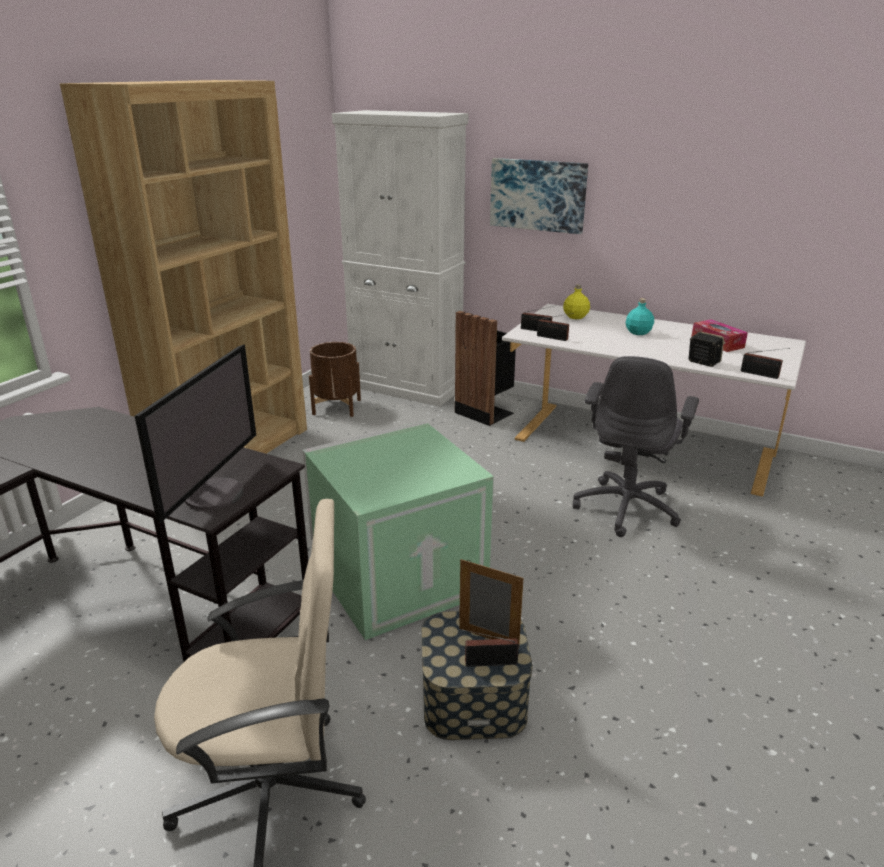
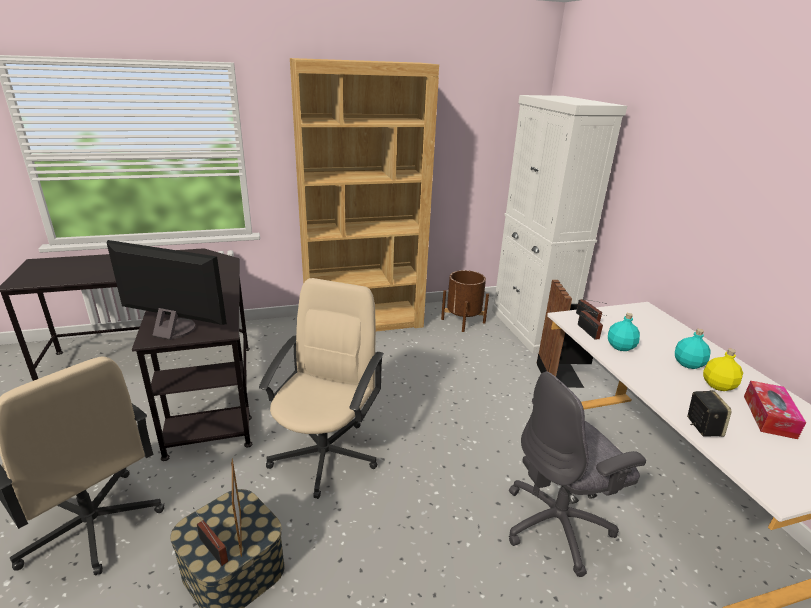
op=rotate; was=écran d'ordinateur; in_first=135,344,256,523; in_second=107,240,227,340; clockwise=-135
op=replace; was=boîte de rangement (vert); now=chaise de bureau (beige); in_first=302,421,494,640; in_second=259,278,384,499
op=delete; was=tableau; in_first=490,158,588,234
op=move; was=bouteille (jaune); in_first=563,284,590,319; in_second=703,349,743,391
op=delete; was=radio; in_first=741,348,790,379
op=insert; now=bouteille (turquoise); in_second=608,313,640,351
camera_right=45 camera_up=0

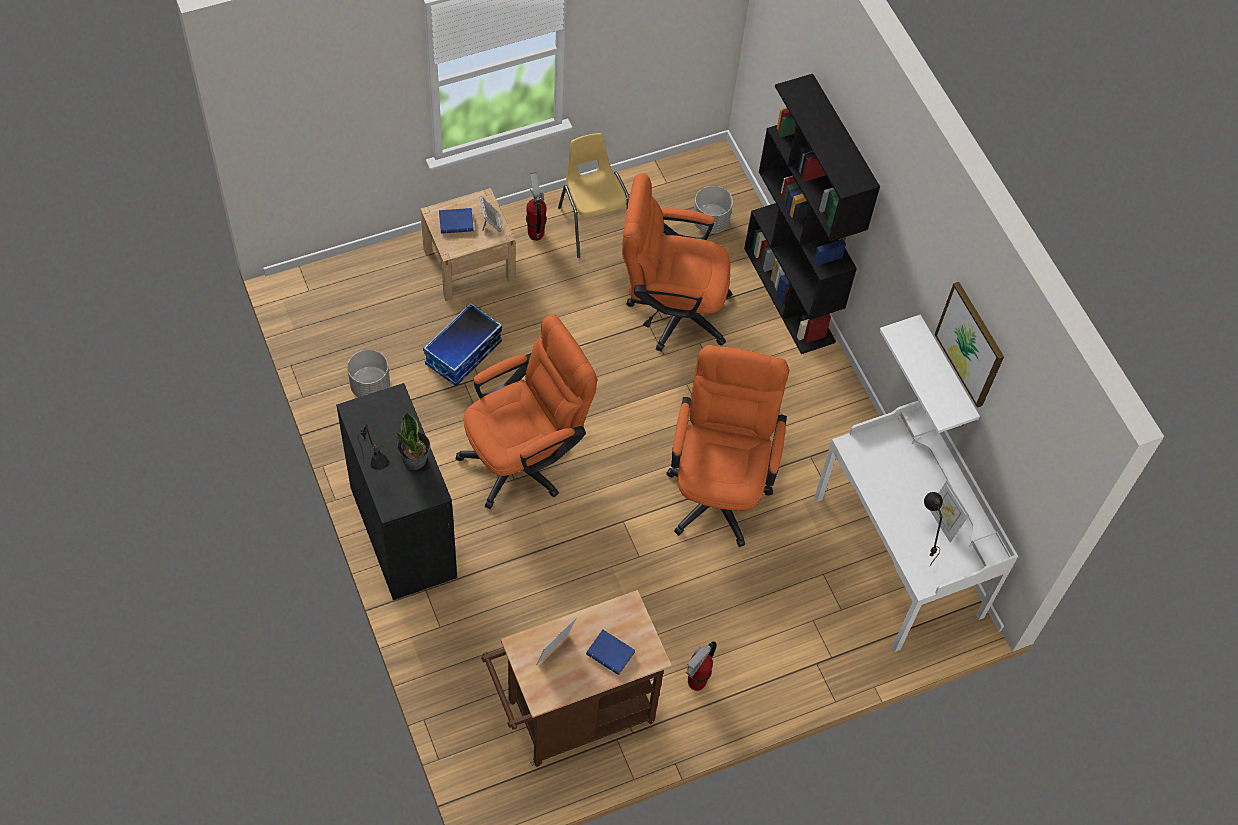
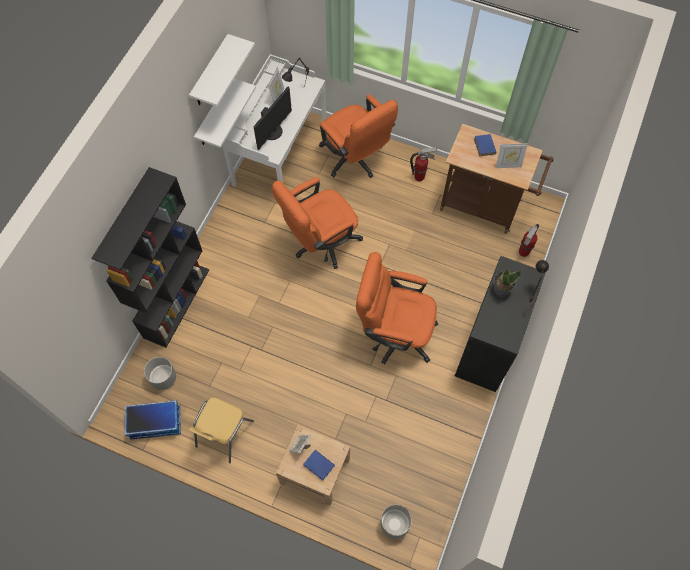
op=move; was=cache-pot (gris); in_first=347,350,390,397; in_second=380,504,412,539
op=move; was=boîte de rangement; in_first=423,302,502,386; in_second=125,400,181,440
op=move; was=extincteur; in_first=526,172,547,241; in_second=519,224,539,257
op=move; was=chaise de bureau (orange); in_first=622,174,733,352; in_second=319,94,398,178
op=replace; was=tableau; now=étagère (blanc); in_first=934,282,1004,408; in_second=189,34,255,106
op=insert; now=écran d'ordinateur; in_second=253,86,292,150
camera_right=-130 camera_up=5

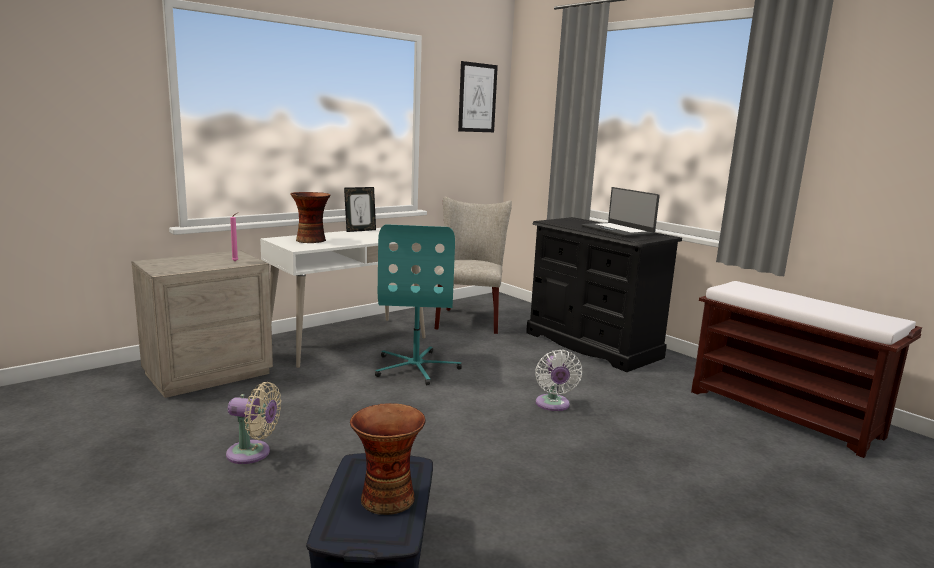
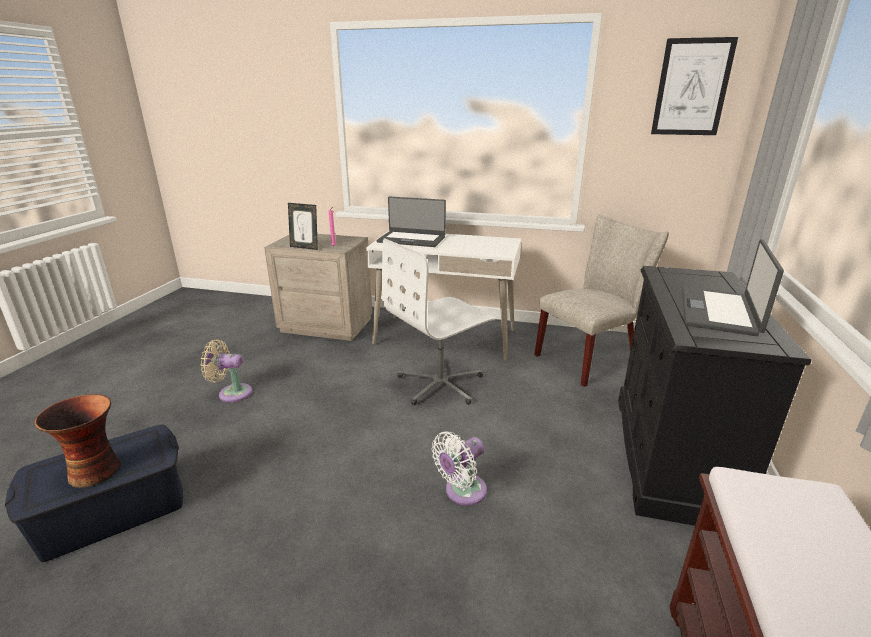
op=rotate; was=ventilateur (beige); in_first=226,382,281,464; in_second=200,339,252,402; clockwise=120
op=replace; was=vase; now=ordinateur portable; in_first=290,192,331,243; in_second=377,197,446,247
op=move; was=cadre photo; in_first=344,187,376,232; in_second=288,203,318,250
op=recolor; was=chaise de bureau (turquoise); now=chaise de bureau (blanc); in_first=375,224,462,385; in_second=382,238,495,405
camera_right=55 camera_up=10

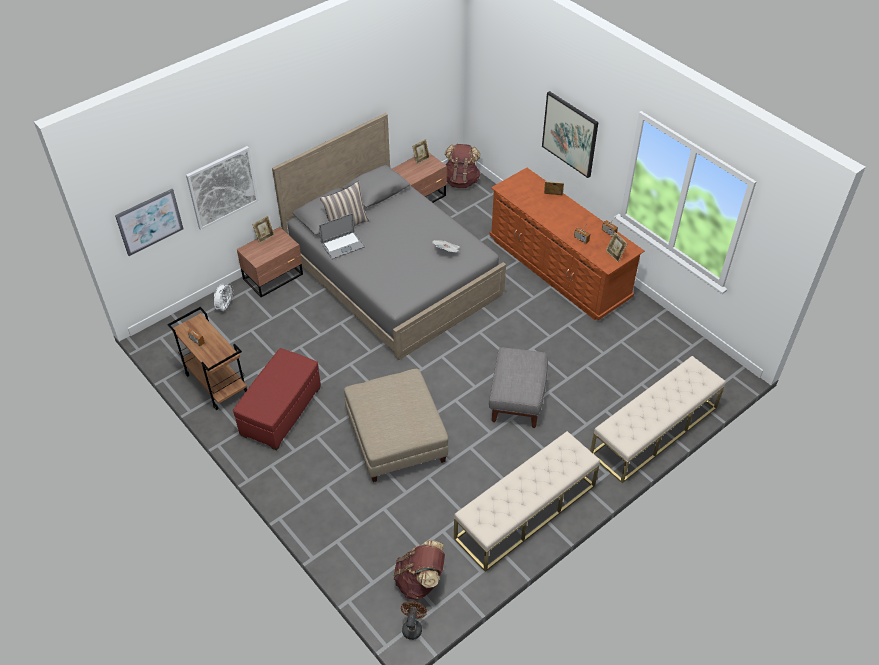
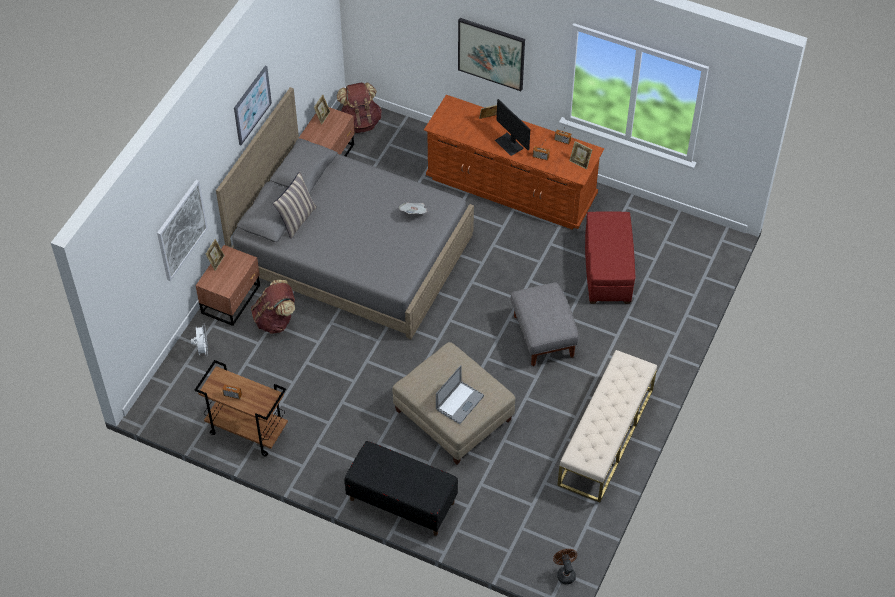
op=move; was=tableau; in_first=115,189,183,256; in_second=234,66,272,145
op=move; was=pouf (rouge); in_first=233,348,321,451; in_second=585,211,636,304
op=move; was=ordinateur portable; in_first=319,213,365,260; in_second=436,365,484,424
op=move; was=sac à dos (marron); in_first=393,540,445,600; in_second=251,280,295,334
op=delete; was=banc (beige); in_first=590,356,726,483
op=insert; now=banc (noir); in_second=344,441,458,536
op=insert; now=écran d'ordinateur; in_second=495,99,530,156
camera_right=-25 camera_up=5

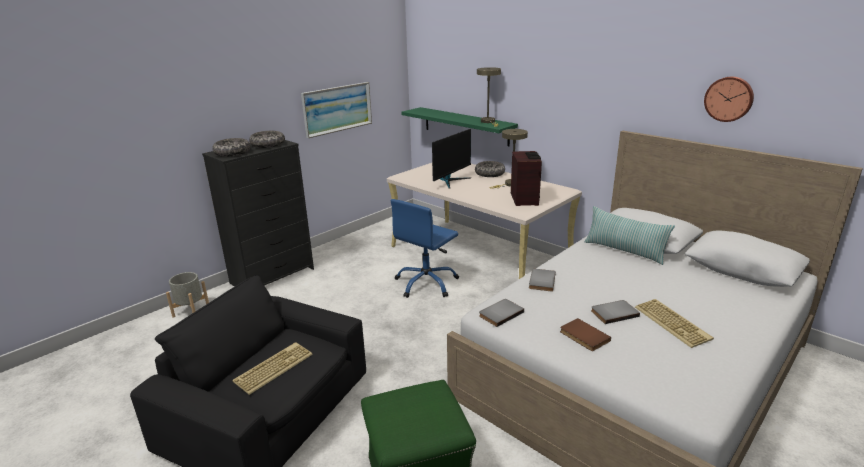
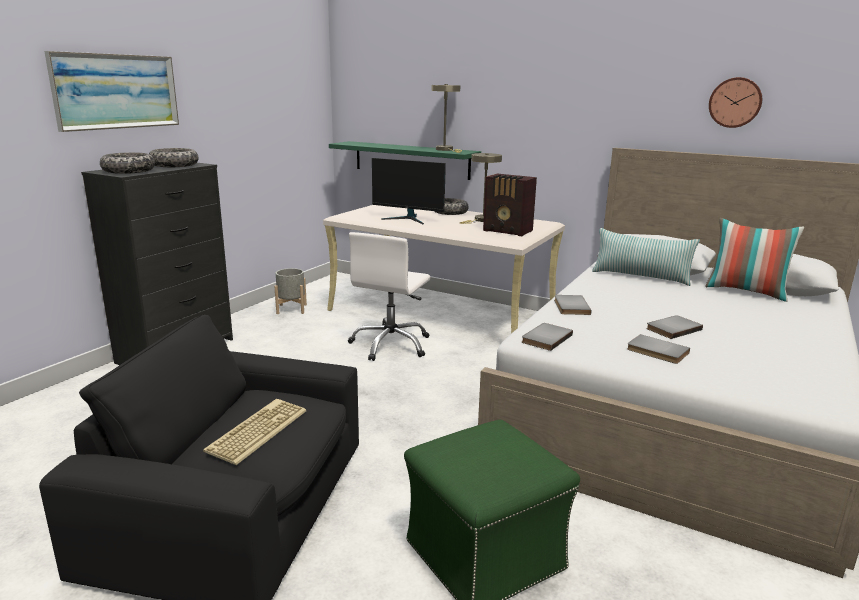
op=move; was=cache-pot (gris); in_first=166,272,209,317; in_second=274,268,307,314
op=move; was=tableau; in_first=301,82,372,138; in_second=44,51,179,132
op=recolor; was=chaise de bureau (bleu); now=chaise de bureau (blanc); in_first=391,199,459,298; in_second=348,232,430,361
op=rotate; was=écran d'ordinateur; in_first=432,129,471,189; in_second=372,158,446,224; clockwise=90
op=rotate; was=radio; in_first=511,151,542,206; in_second=483,174,537,236; clockwise=135
op=recolor; was=livre (marron); now=livre (gris); in_first=560,318,611,351; in_second=627,334,690,364
op=delete; was=clavier; in_first=635,299,714,348
op=insert; now=coussin; in_second=705,218,804,302
camera_right=-15 camera_up=-5

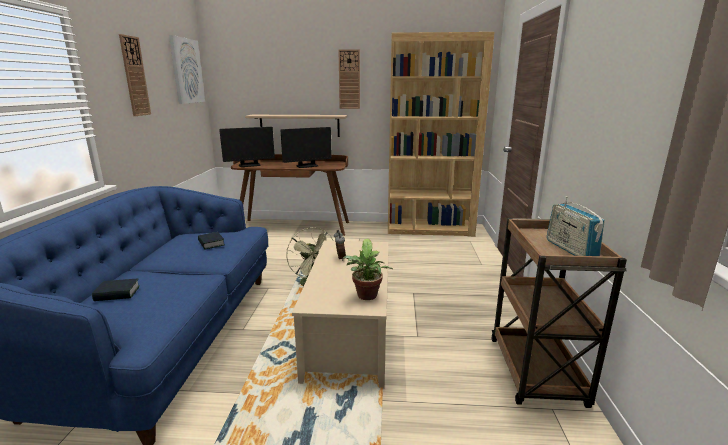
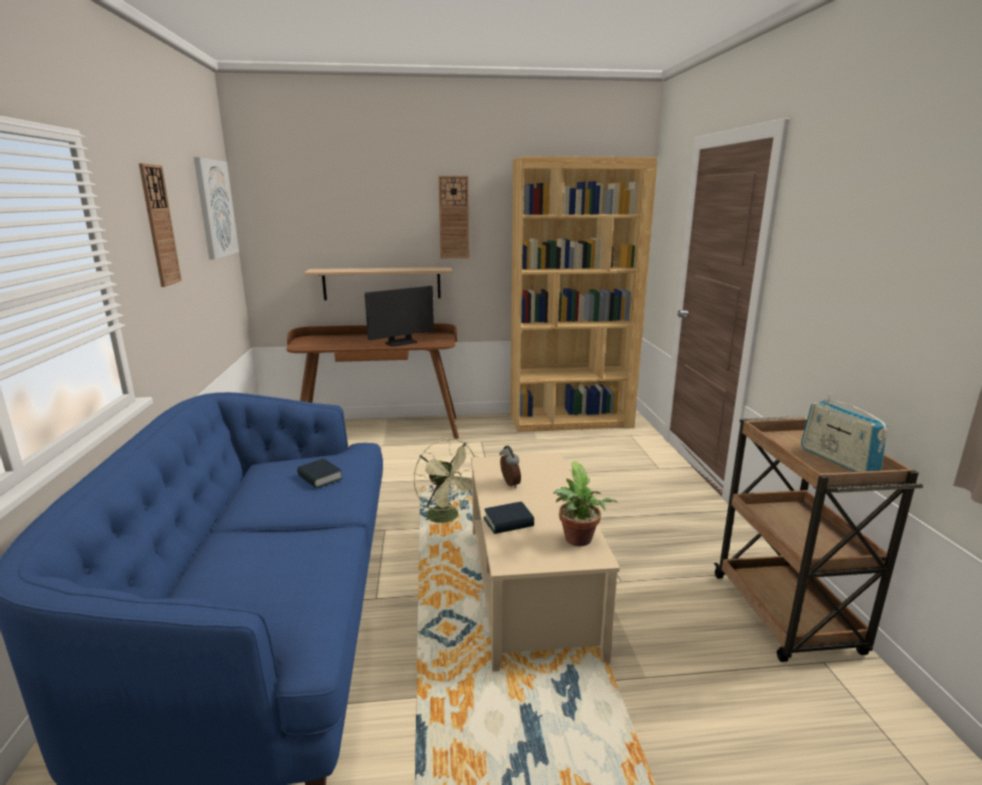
op=move; was=livre; in_first=92,279,140,301; in_second=483,502,534,534
op=delete; was=écran d'ordinateur; in_first=219,127,275,167
camera_right=-10 camera_up=0

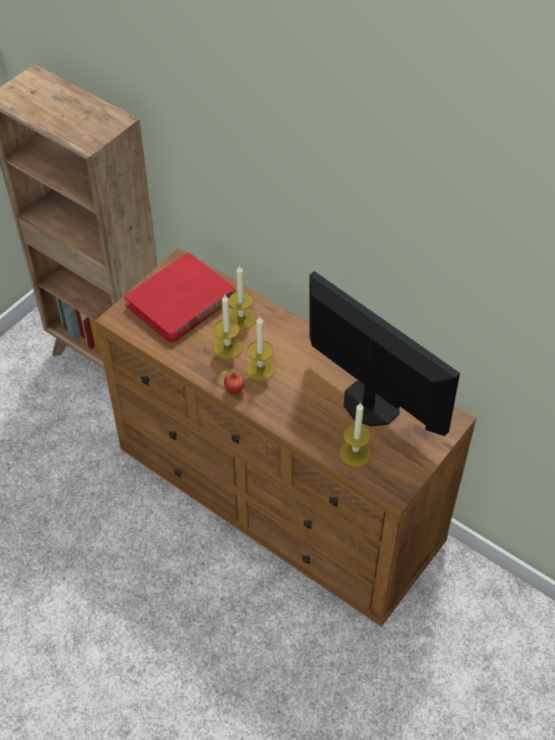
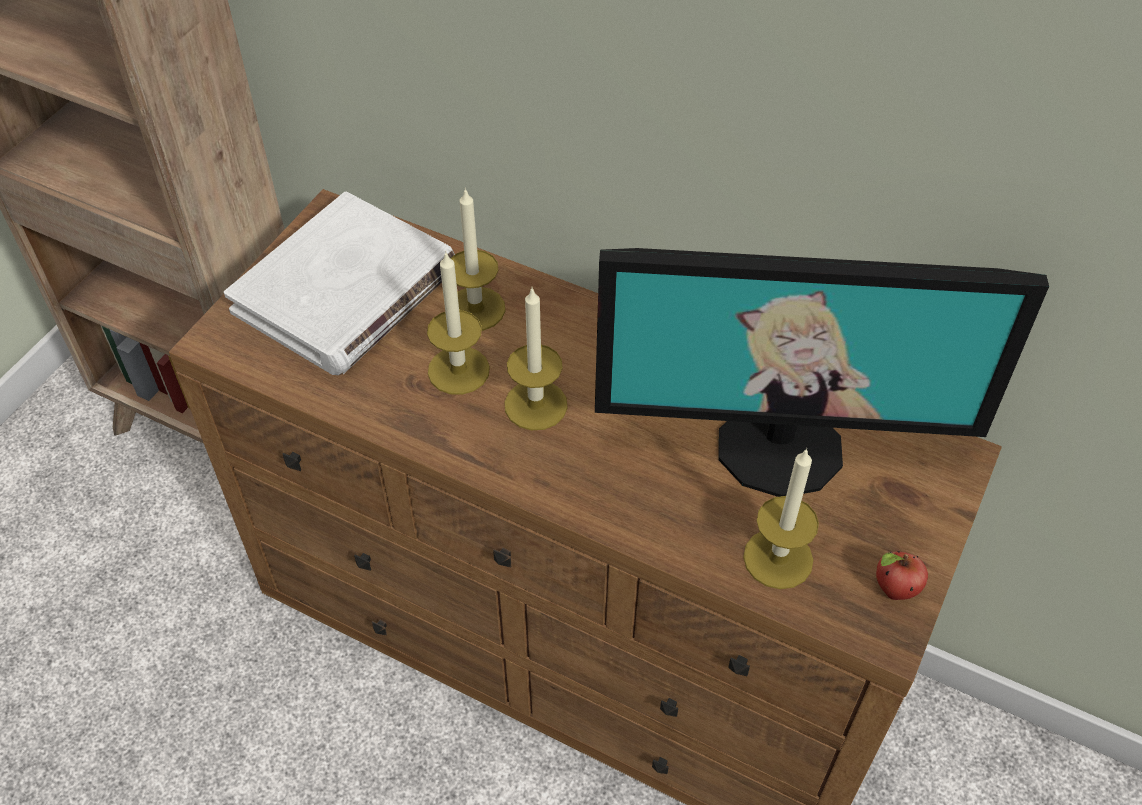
op=recolor; was=livre (rouge); now=livre (blanc); in_first=124,252,236,343; in_second=224,192,455,375
op=move; was=pomme; in_first=221,371,245,394; in_second=876,551,928,600
op=rotate; was=écran d'ordinateur; in_first=309,271,460,436; in_second=595,248,1049,497; clockwise=150
camera_right=-10 camera_up=0

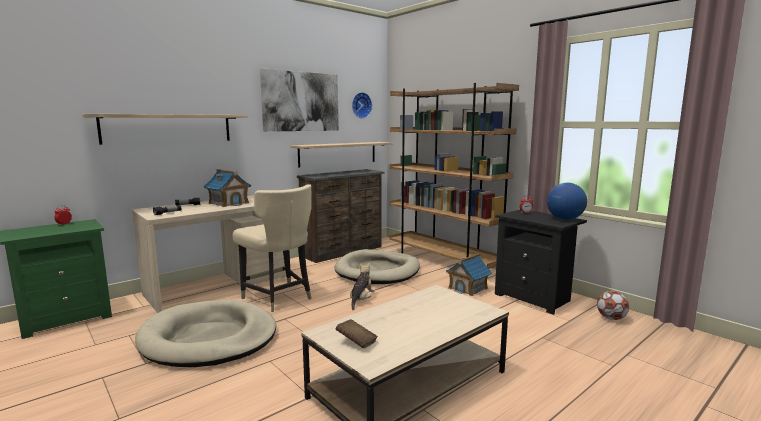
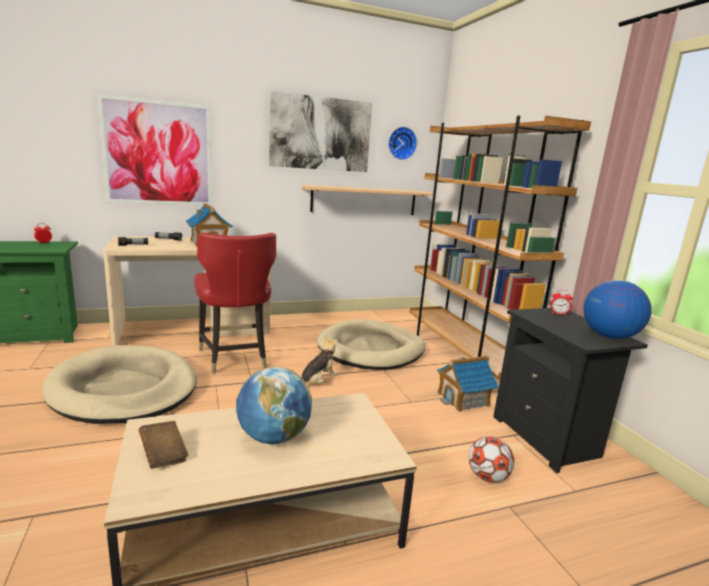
op=replace; was=étagère; now=tableau; in_first=82,114,247,145; in_second=97,94,212,206
op=recolor; was=chaise (beige); now=chaise (rouge); in_first=233,184,312,312; in_second=194,233,276,374
op=delete; was=commode (marron); in_first=297,169,384,263
op=move; was=ballon de foot; in_first=597,291,629,320; in_second=469,436,514,483
op=insert; now=globe; in_second=236,367,312,444
camera_right=20 camera_up=5

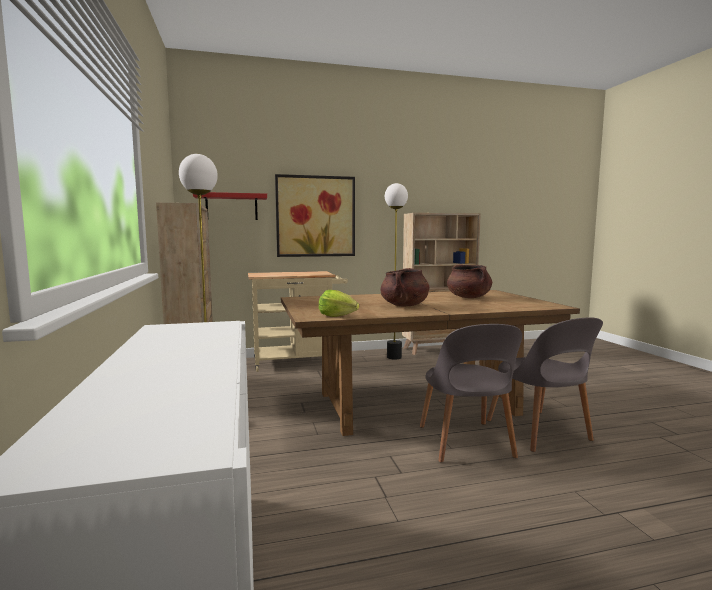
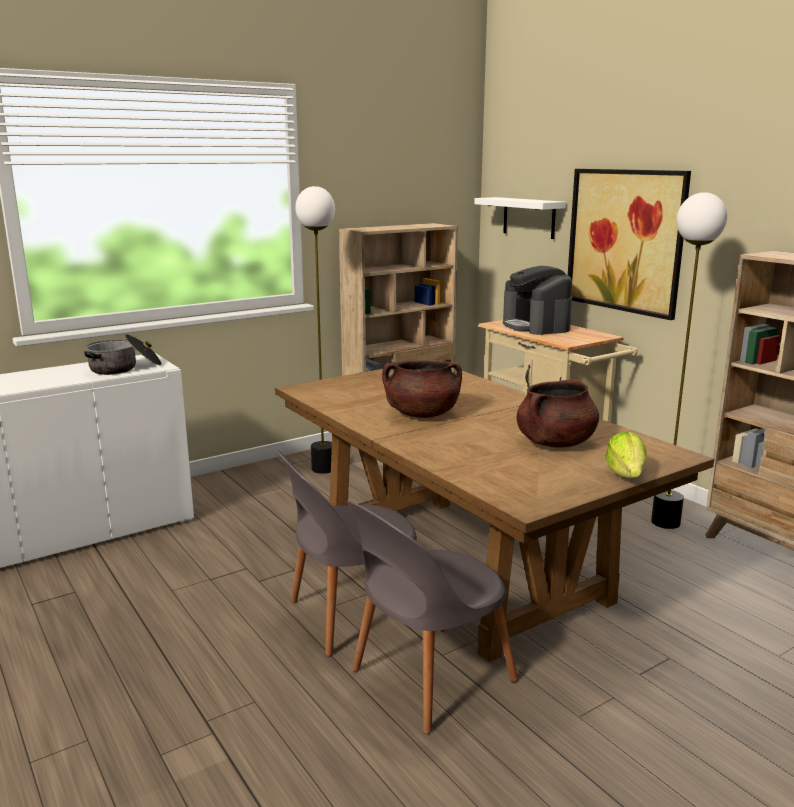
op=recolor; was=étagère (rouge); now=étagère (blanc); in_first=193,192,267,220; in_second=474,197,566,239
op=move; was=laitue; in_first=319,290,359,317; in_second=605,431,647,478
op=insert; now=marmite; in_second=84,334,162,375
op=insert; now=machine à café; in_second=503,266,572,335
camera_right=70 camera_up=10

